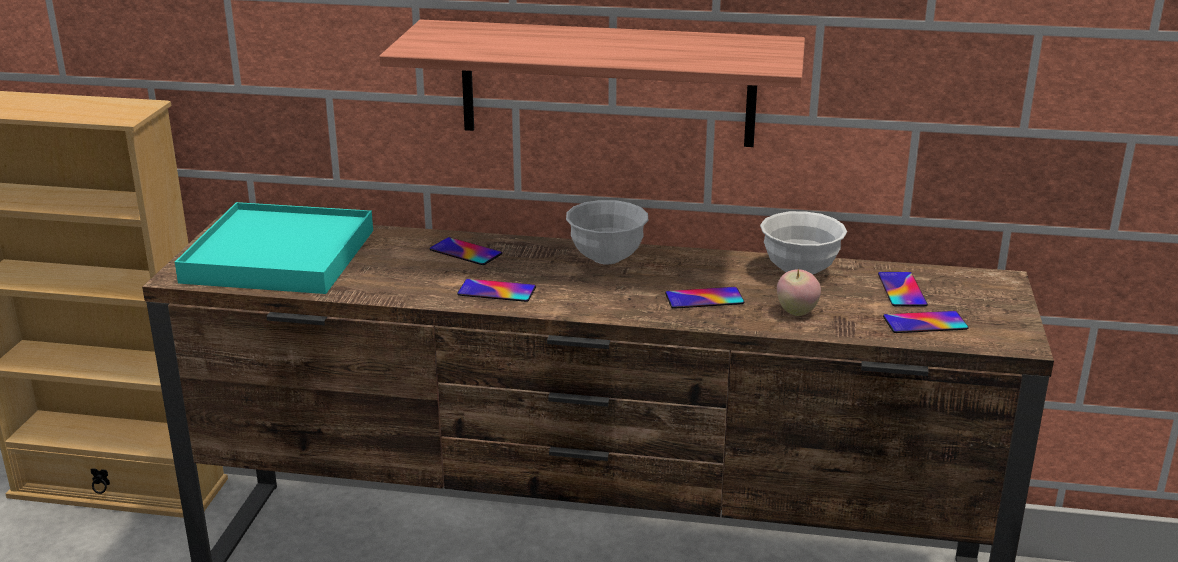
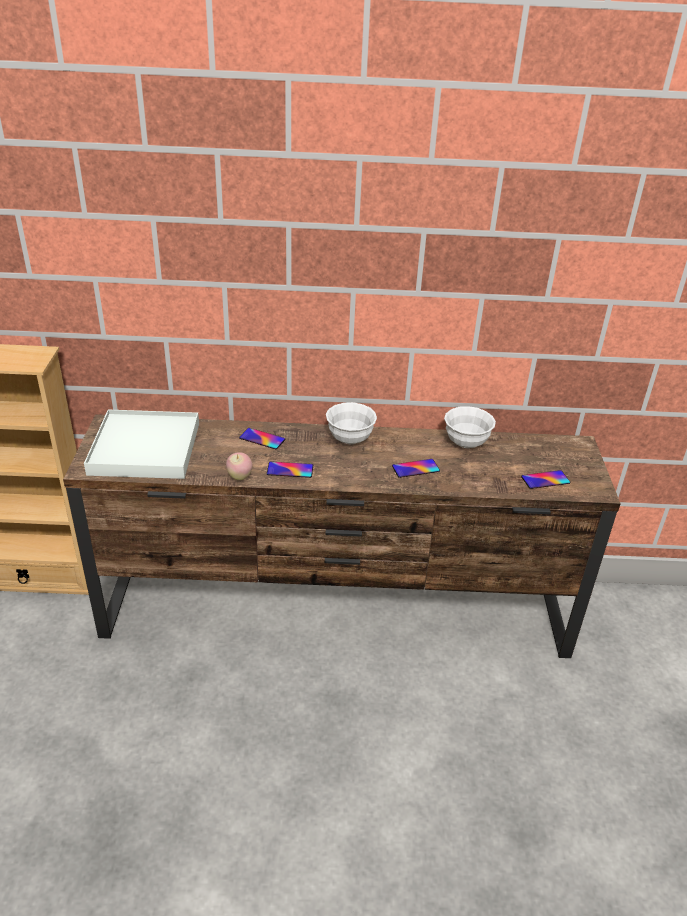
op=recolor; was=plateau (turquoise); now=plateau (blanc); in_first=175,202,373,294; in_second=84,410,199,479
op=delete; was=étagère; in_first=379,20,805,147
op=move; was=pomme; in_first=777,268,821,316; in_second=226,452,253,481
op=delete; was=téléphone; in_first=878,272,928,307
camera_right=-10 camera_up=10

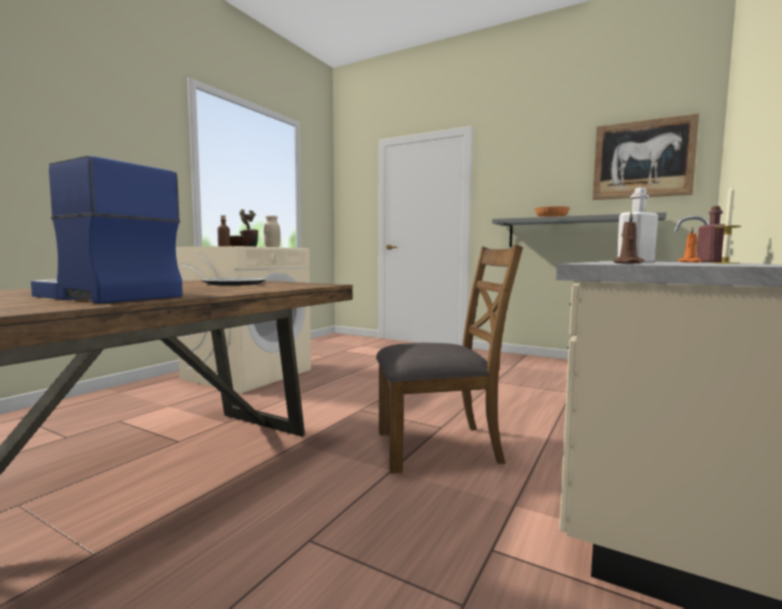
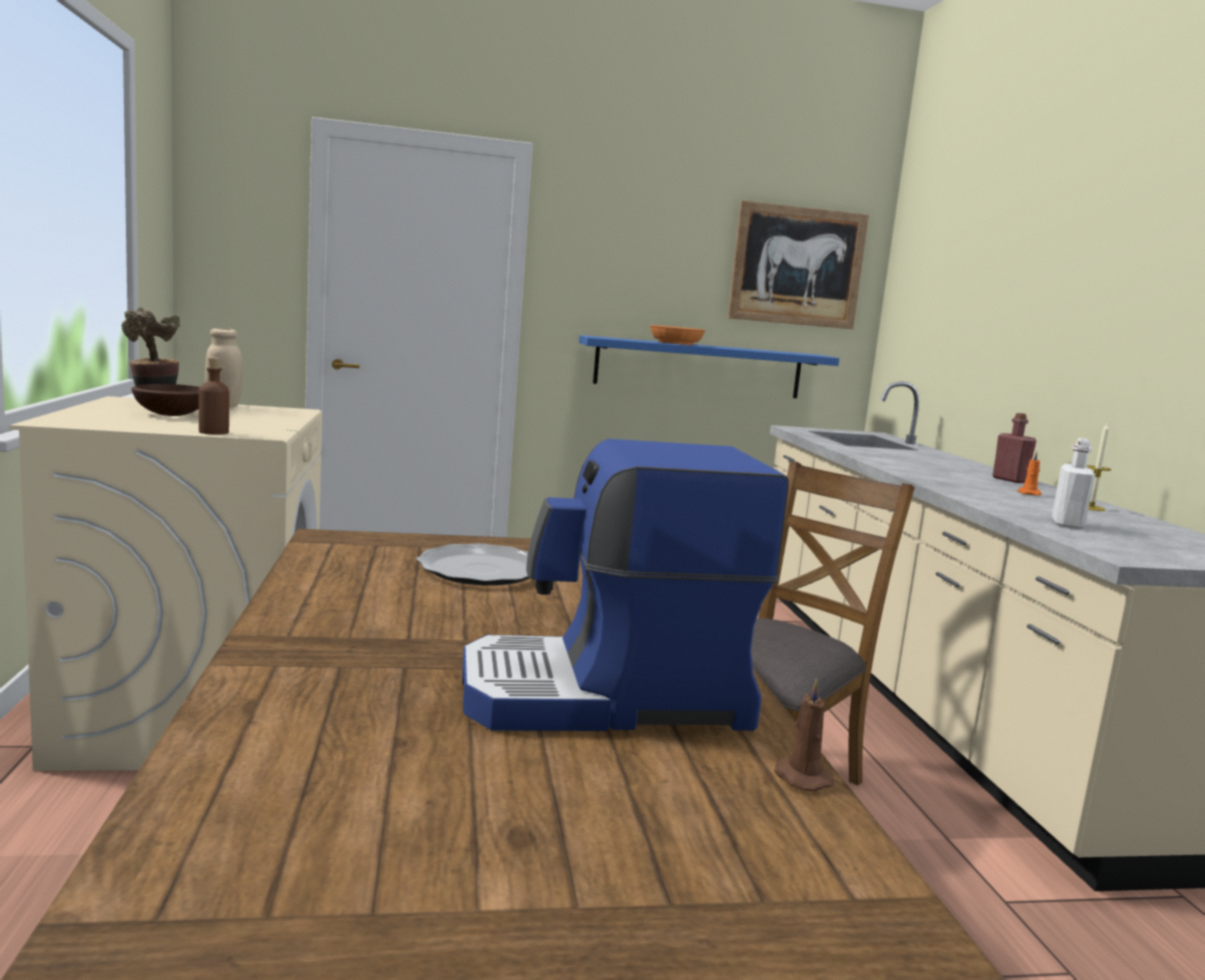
op=recolor; was=étagère (gris); now=étagère (bleu); in_first=492,212,666,247; in_second=579,335,839,398
op=move; was=bougie (marron); in_first=613,211,645,264; in_second=774,678,835,792
camera_right=-40 camera_up=5

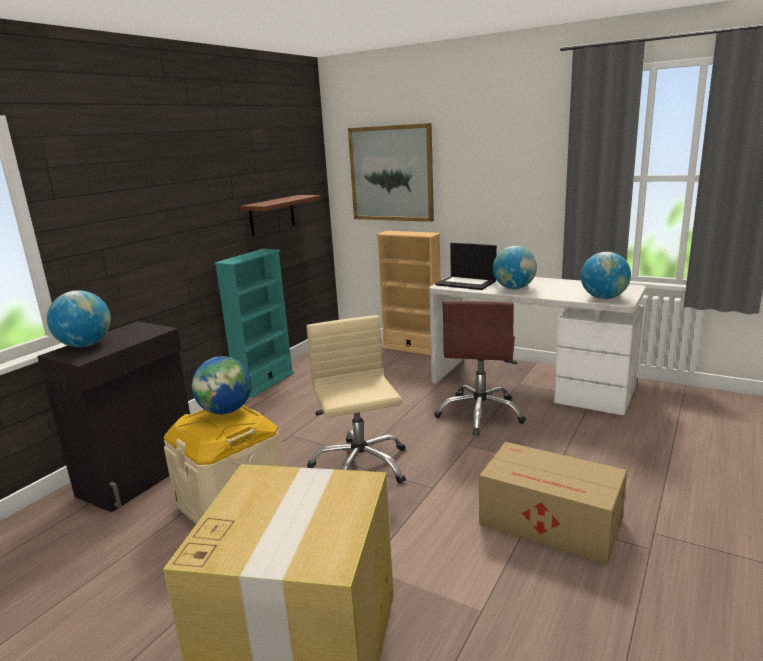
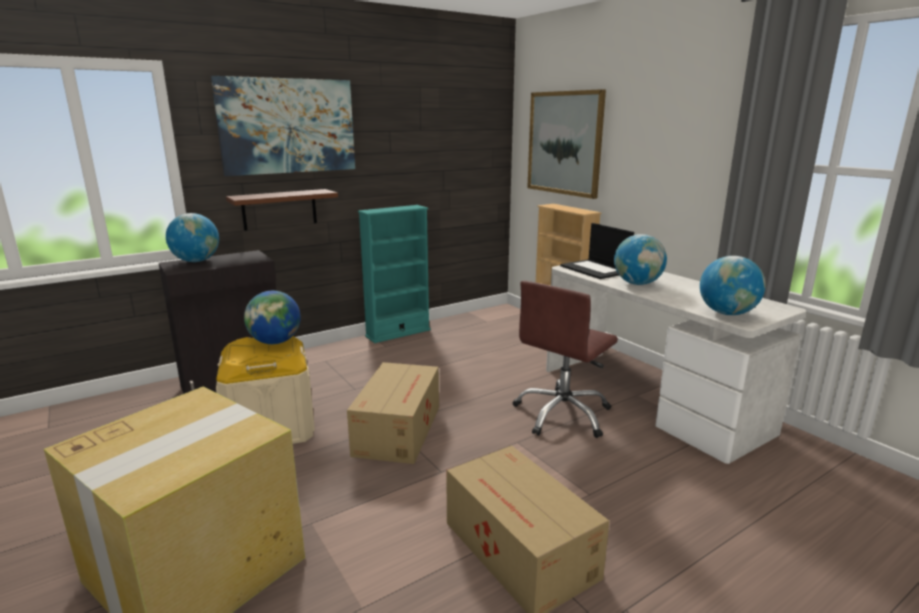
op=move; was=étagère (marron); in_first=240,195,321,236; in_second=226,189,338,231
op=replace; was=chaise de bureau (beige); now=carton; in_first=306,315,406,484; in_second=347,362,439,464
op=insert; now=tableau; in_second=211,76,355,176
camera_right=25 camera_up=0

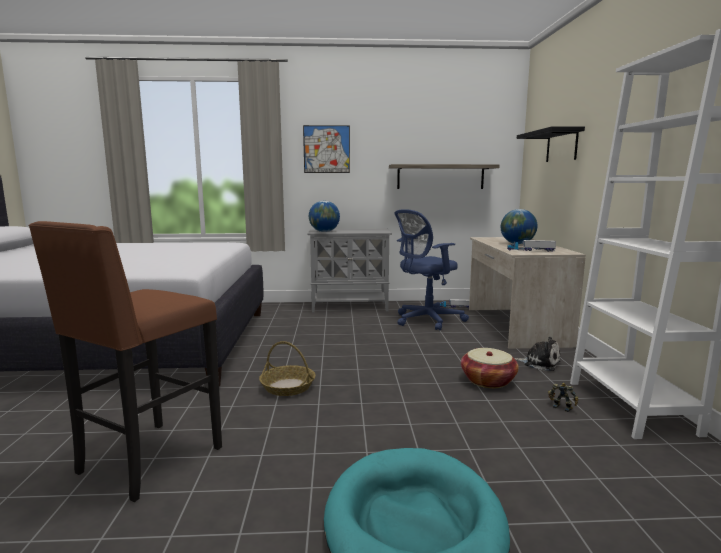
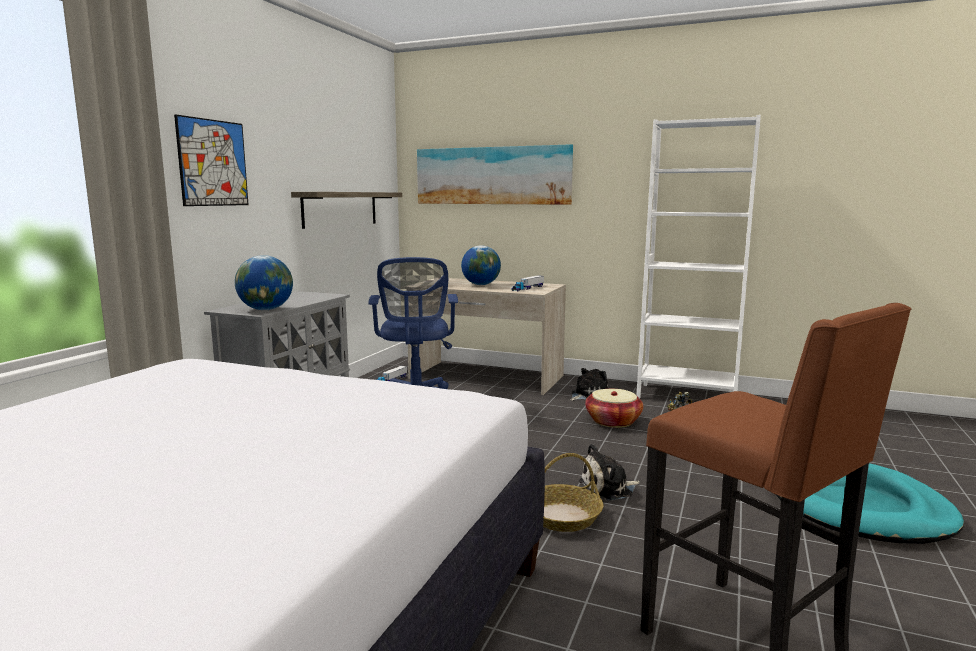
op=replace; was=étagère (noir); now=tableau; in_first=517,126,585,162; in_second=417,144,573,205
op=insert; now=peluche; in_second=579,444,640,501
camera_right=-65 camera_up=0

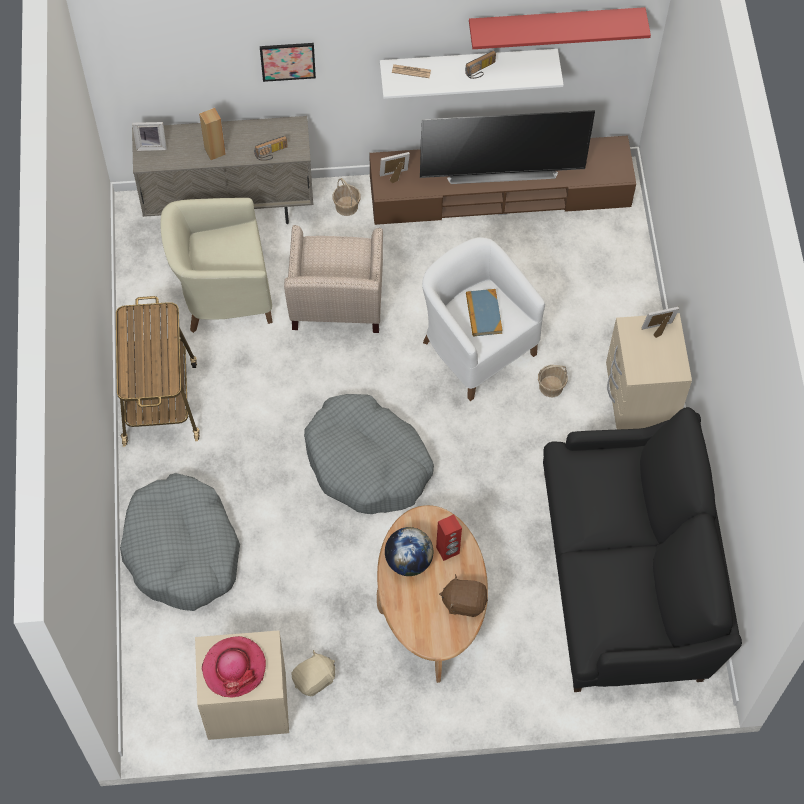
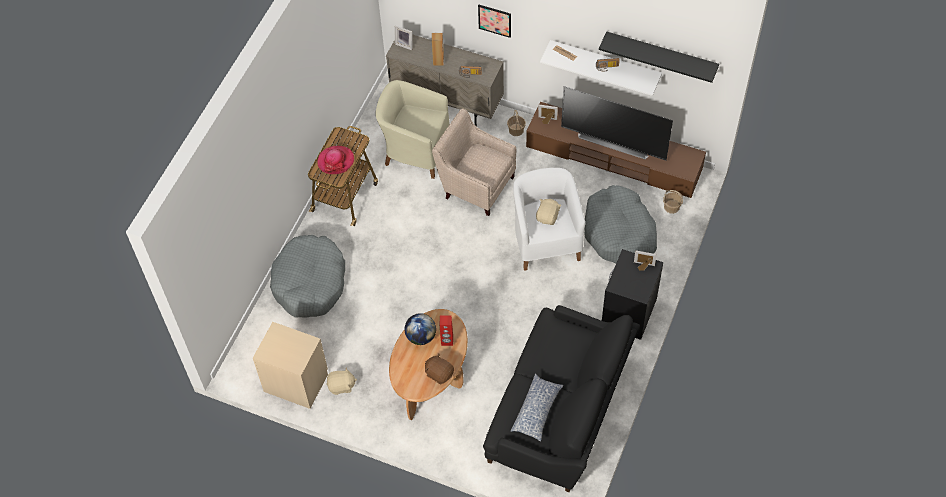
op=move; was=chapeau; in_first=202,636,266,697; in_second=317,146,354,174
op=rotate; was=fauteuil (beige); in_first=284,225,383,333; in_second=432,108,517,216; clockwise=90
op=move; was=panier pour chien (gris); in_first=304,394,434,514; in_second=584,185,657,263
op=replace; was=livre; now=peluche (beige); in_first=466,289,503,337; in_second=536,199,561,225
op=recolor; was=étagère (rouge); now=étagère (noir); in_first=469,7,651,49; in_second=599,31,719,83
op=move; was=panier; in_first=538,365,568,397; in_second=663,190,683,214
op=recolor; was=table de chevet (beige); now=table de chevet (noir); in_first=606,313,692,430; in_second=602,249,663,340
op=insert; now=coussin; in_second=511,374,564,442
camera_right=30 camera_up=-5

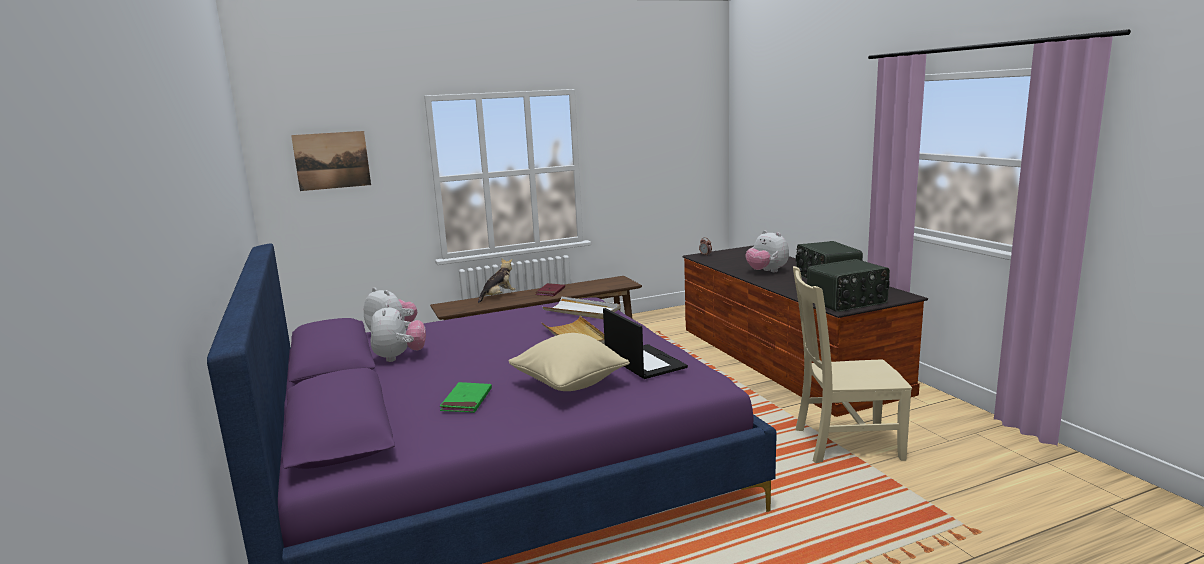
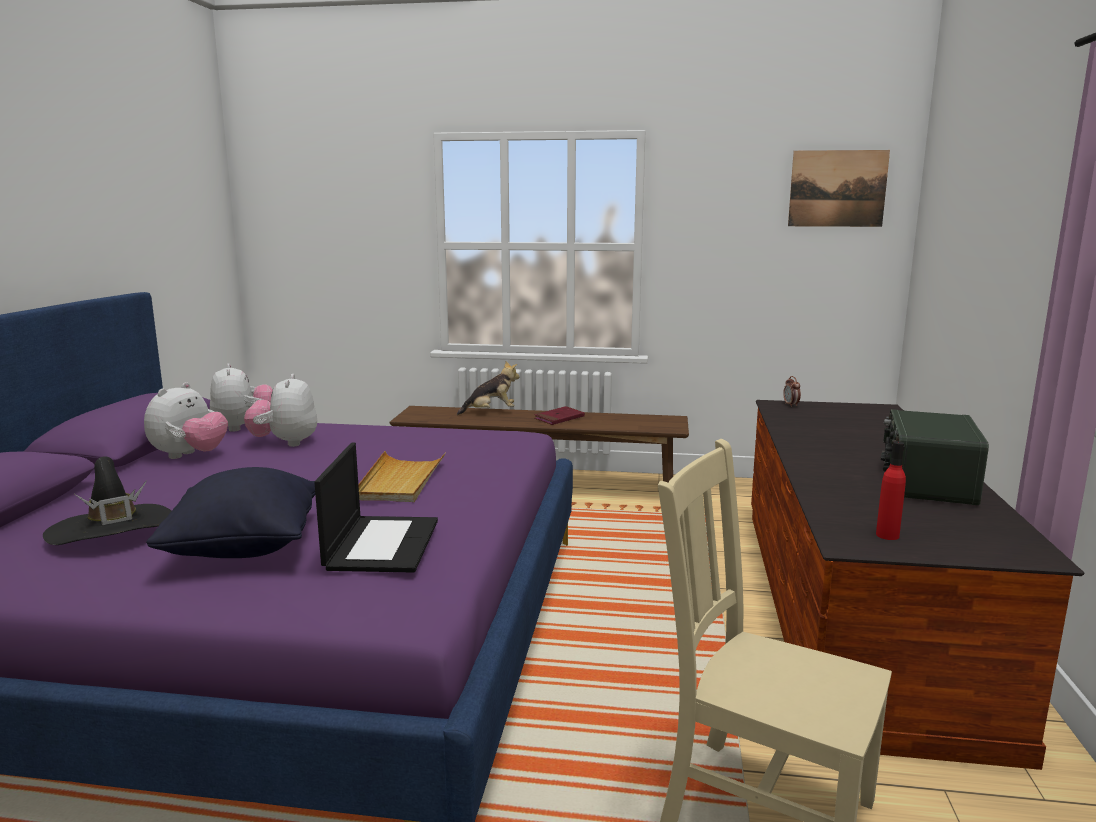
op=move; was=tableau; in_first=291,131,371,191; in_second=788,150,890,227
op=replace; was=livre (vert); now=chapeau (noir); in_first=440,382,492,413; in_second=43,456,171,545
op=recolor; was=coussin (beige); now=coussin (noir); in_first=509,333,630,391; in_second=146,467,315,558
op=delete; was=plateau (blanc); in_first=542,297,621,319
op=move; was=peluche; in_first=746,230,789,272; in_second=244,374,317,447
op=replace; was=radio; now=bouteille (rouge); in_first=807,259,890,312; in_second=876,441,906,540
camera_right=30 camera_up=0

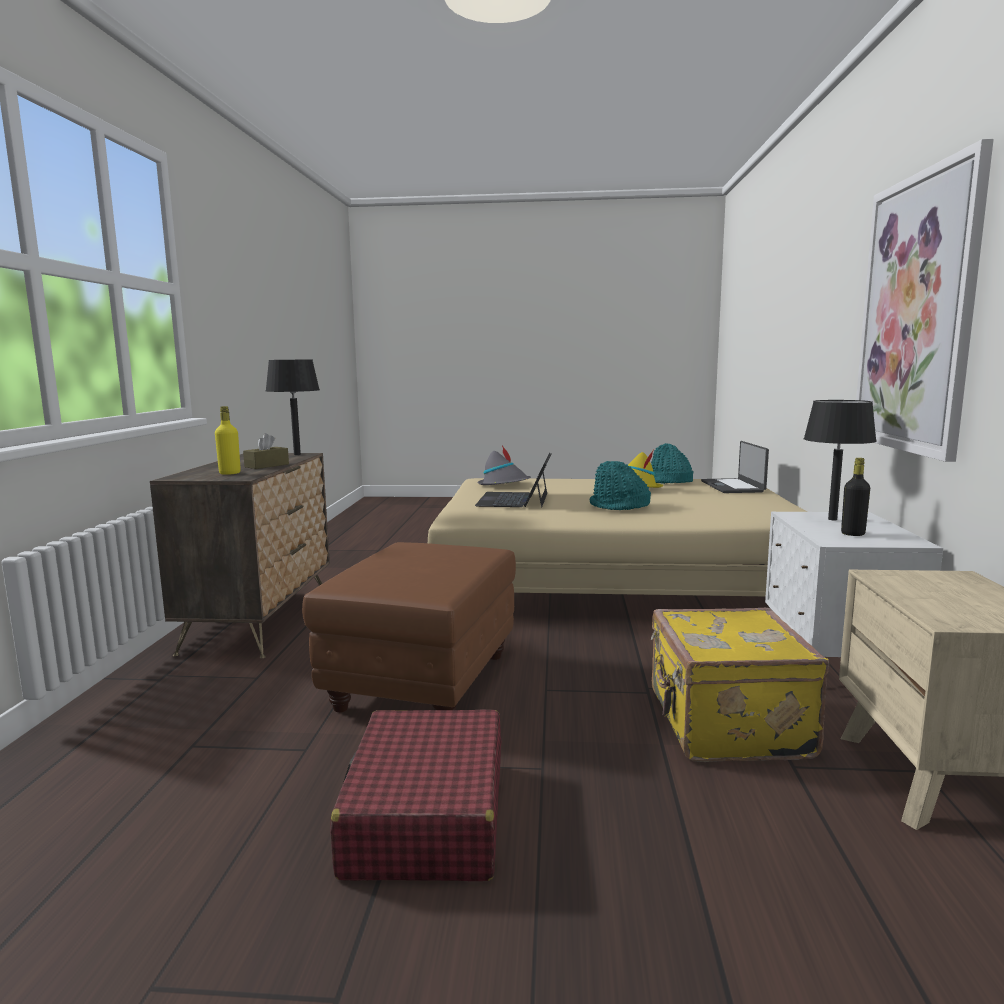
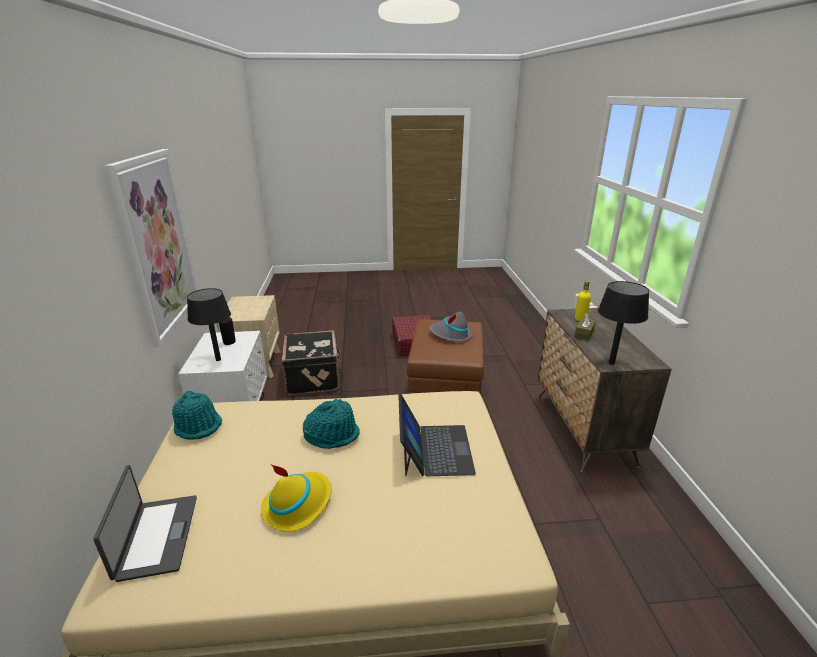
op=move; was=chapeau (gris); in_first=478,445,531,485; in_second=430,312,472,342
op=move; was=chapeau (turquoise); in_first=651,443,693,484; in_second=172,391,222,440
op=recolor; was=valise (jaune); now=valise (noir); in_first=651,608,829,762; in_second=282,330,342,395
camera_right=170 camera_up=15

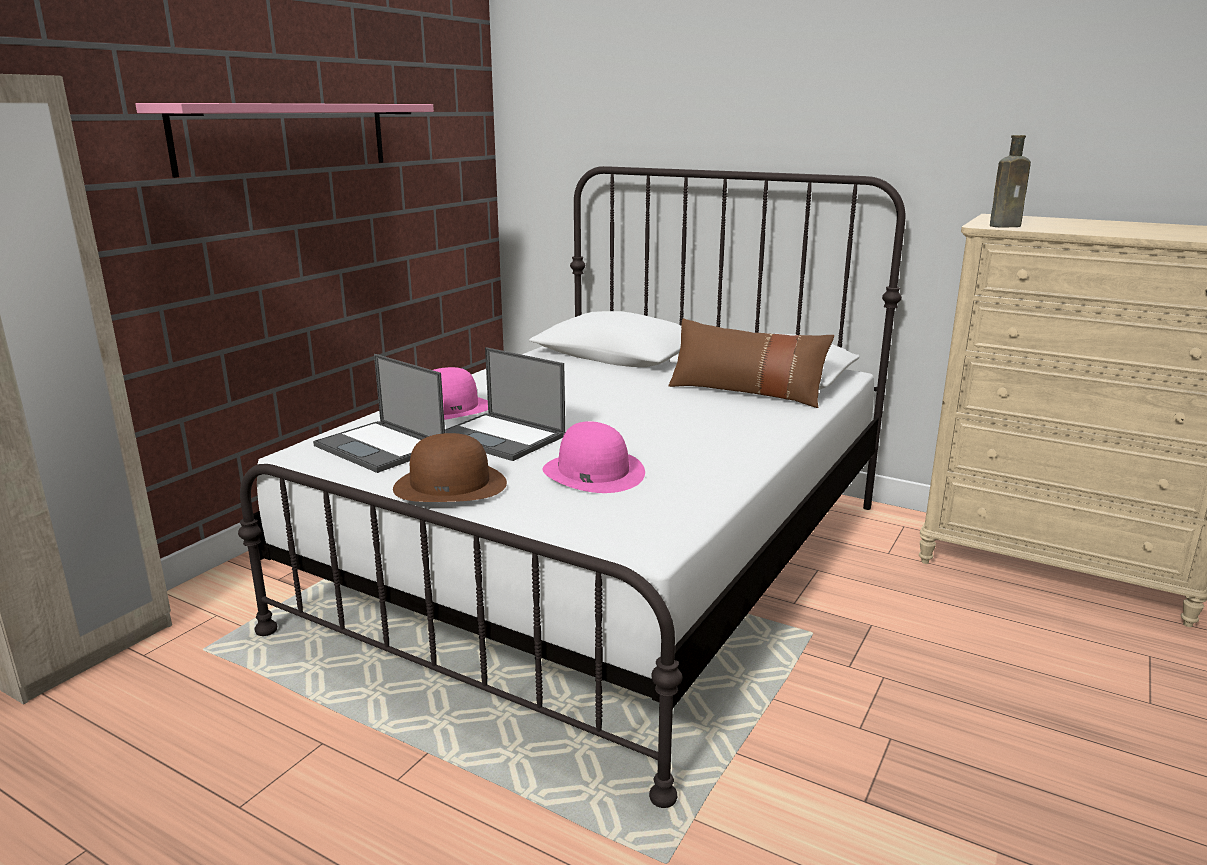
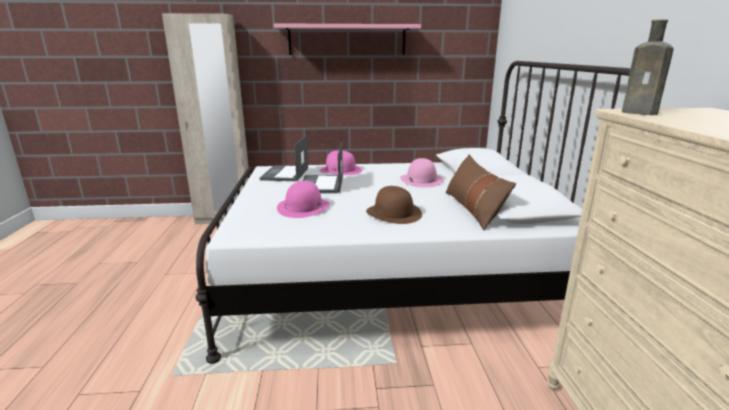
op=move; was=chapeau (marron); in_first=393,433,507,502; in_second=366,186,422,224
op=insert; now=chapeau (rose); in_second=400,158,444,188
camera_right=55 camera_up=0

